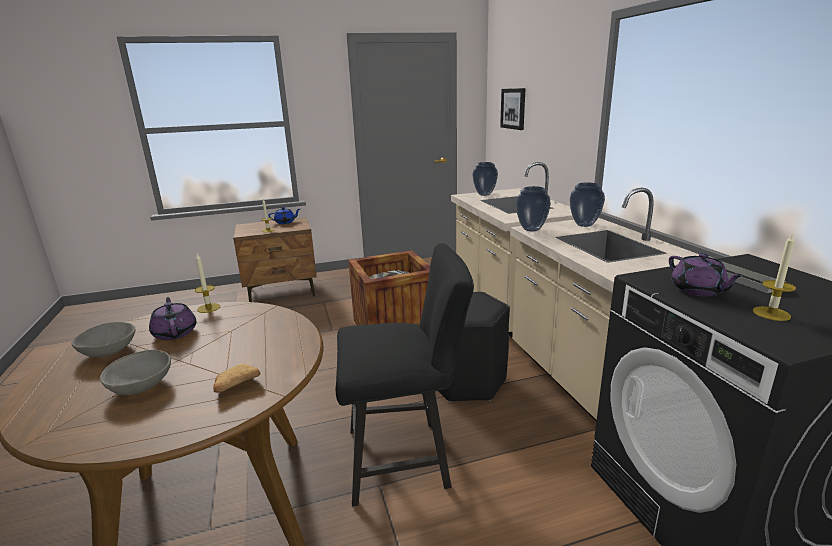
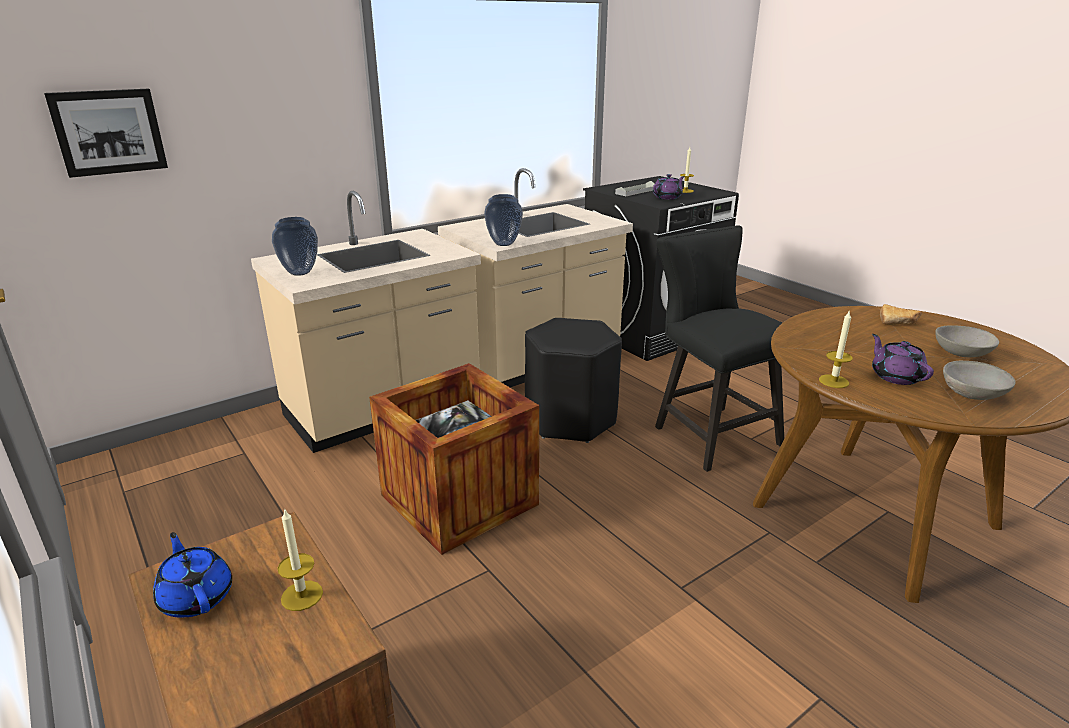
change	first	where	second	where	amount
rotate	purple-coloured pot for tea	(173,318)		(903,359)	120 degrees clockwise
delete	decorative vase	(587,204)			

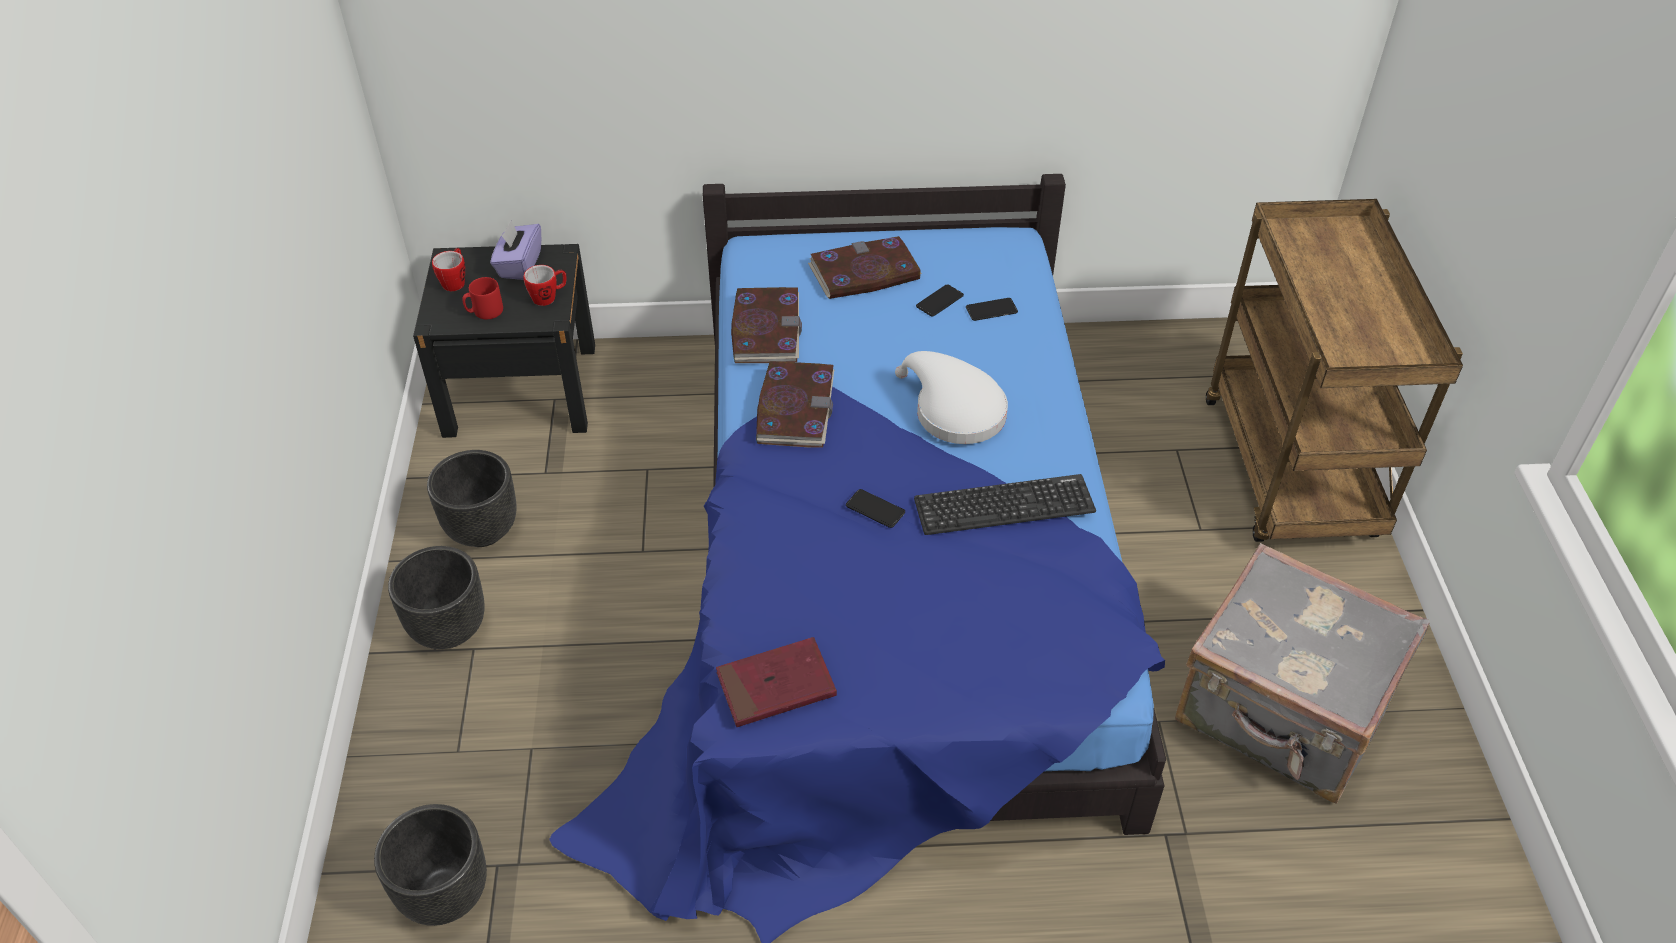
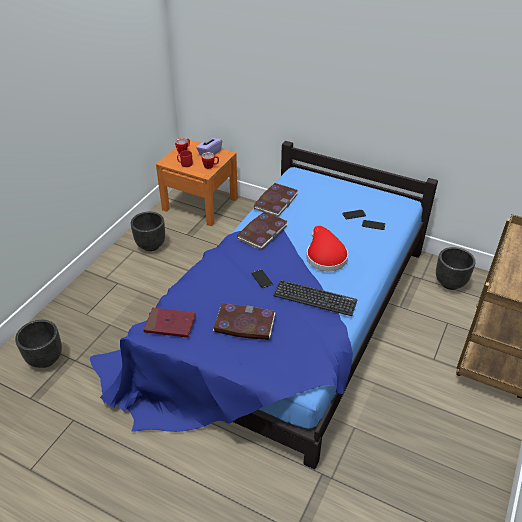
change	first	where	second	where	amount
recolor	blackish night table	(504,341)	orangey night table	(197,183)	
move	book	(865,267)		(244,321)	
recolor	whitish hat	(951,397)	red-coloured hat	(327,248)	
move	blackish plant pot	(436,597)		(456,268)	
delete	grey piece of luggage	(1302,673)			

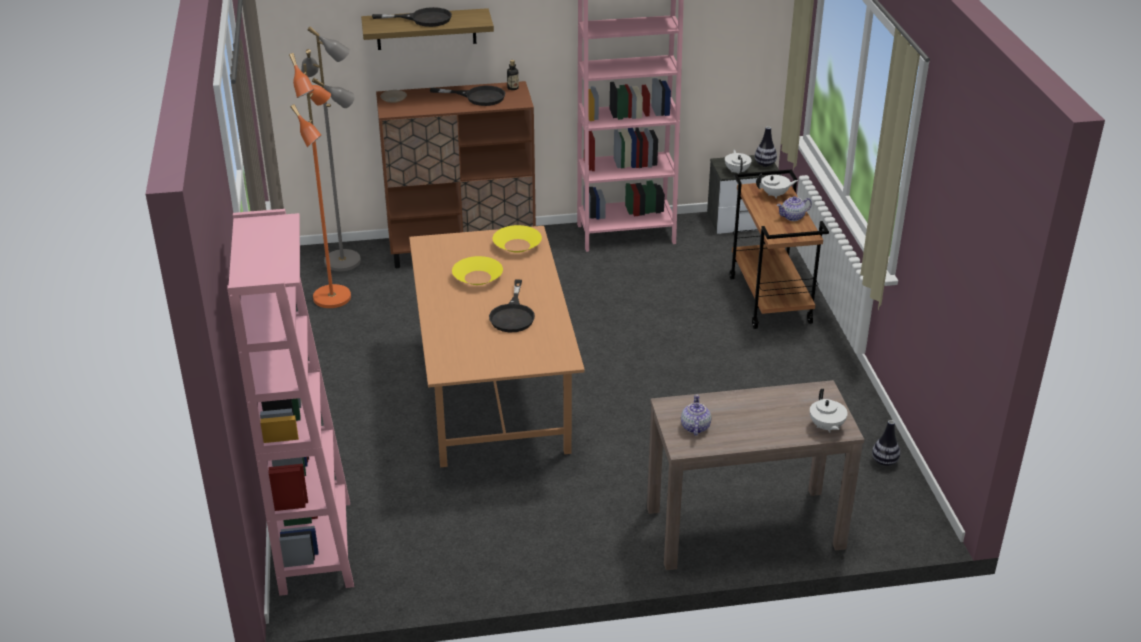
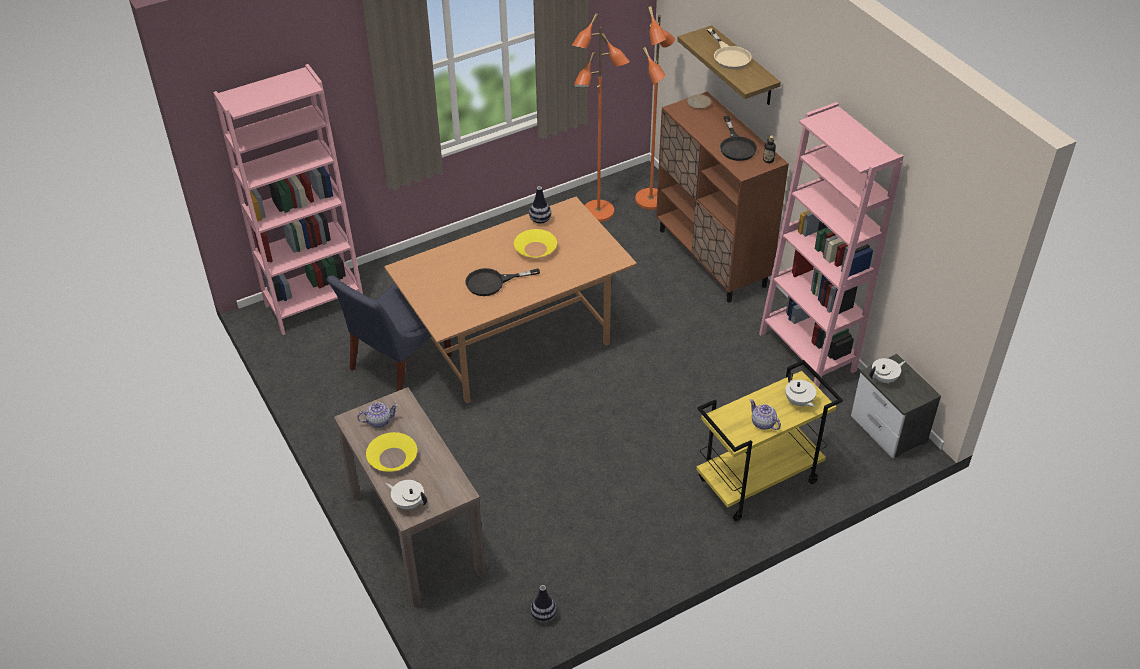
change	first	where	second	where	amount
insert			bluish chair	(389,333)	
move	yellow deep dish	(517,239)		(391,452)	
rotate	whitish pot for tea	(829,411)		(406,495)	60 degrees clockwise
move	decorative vase	(766,146)		(540,205)	
recolor	grey standing lamp	(331,148)	orangey standing lamp	(655,108)	
recolor	brown cart	(779,249)	yellow cart	(769,440)	
recolor	blackish pan	(412,17)	beige pan	(729,48)	

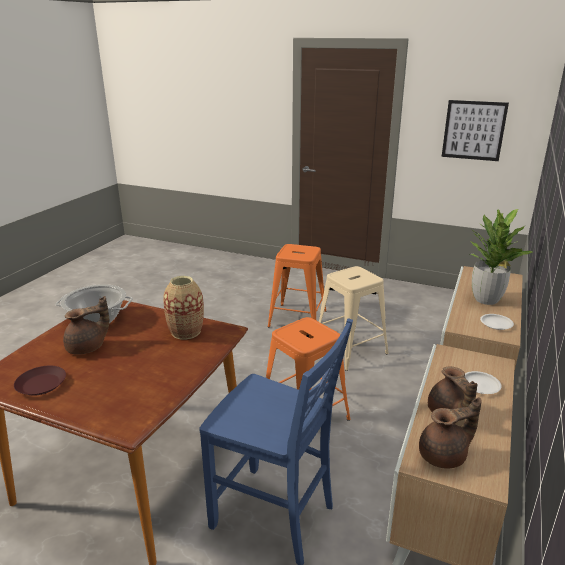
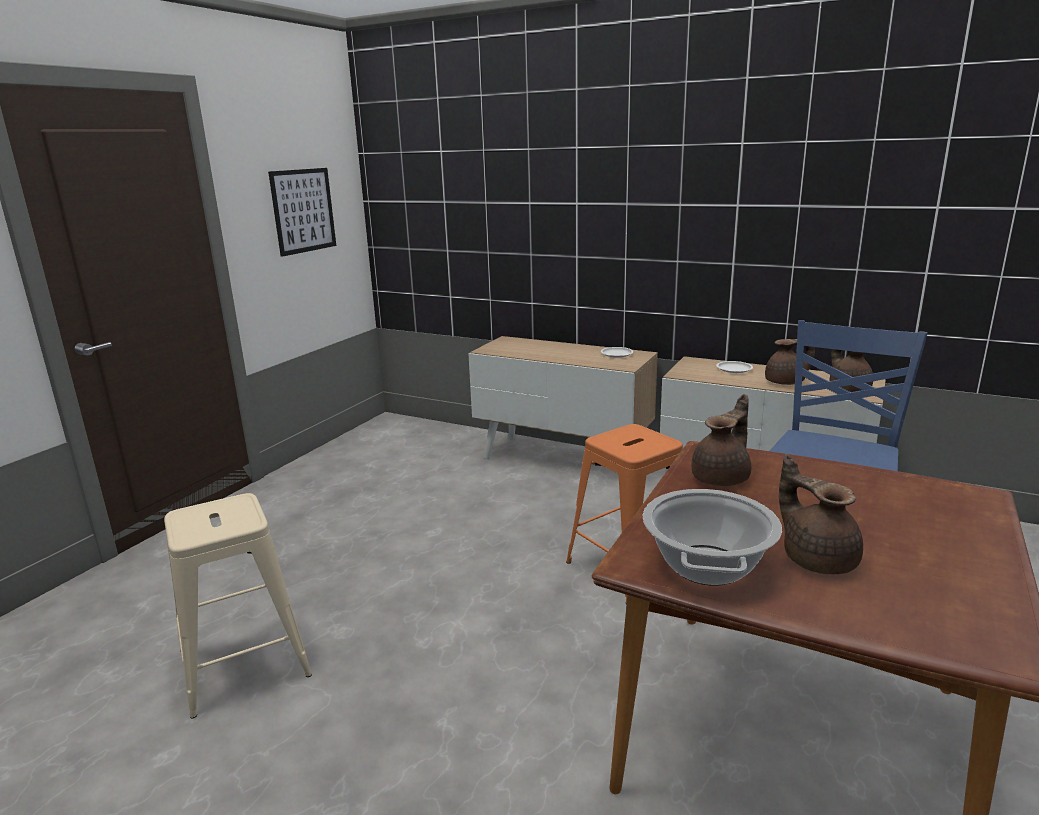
change	first	where	second	where	amount
move	beige stool seat	(353,318)		(238,605)	
replace	decorative vase	(183,308)	brown pot for tea	(721,440)	
delete	brown dinner plate	(40,381)			
delete	orangey stool seat	(297,285)			
delete	houseplant	(501,257)			

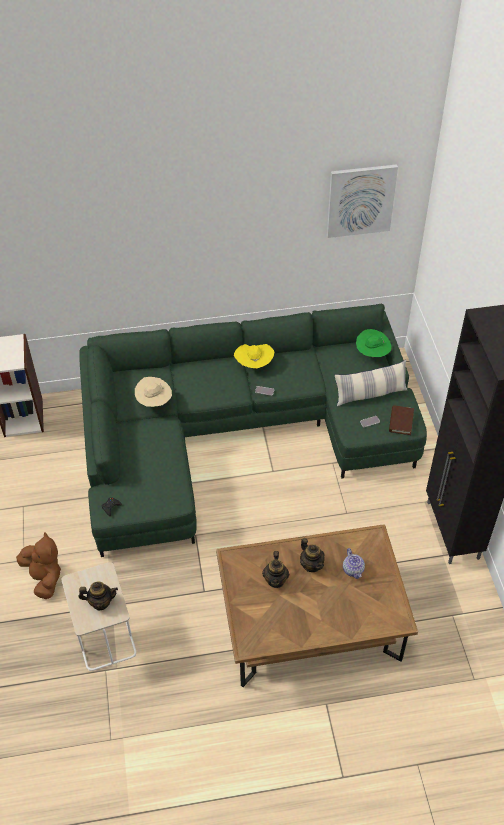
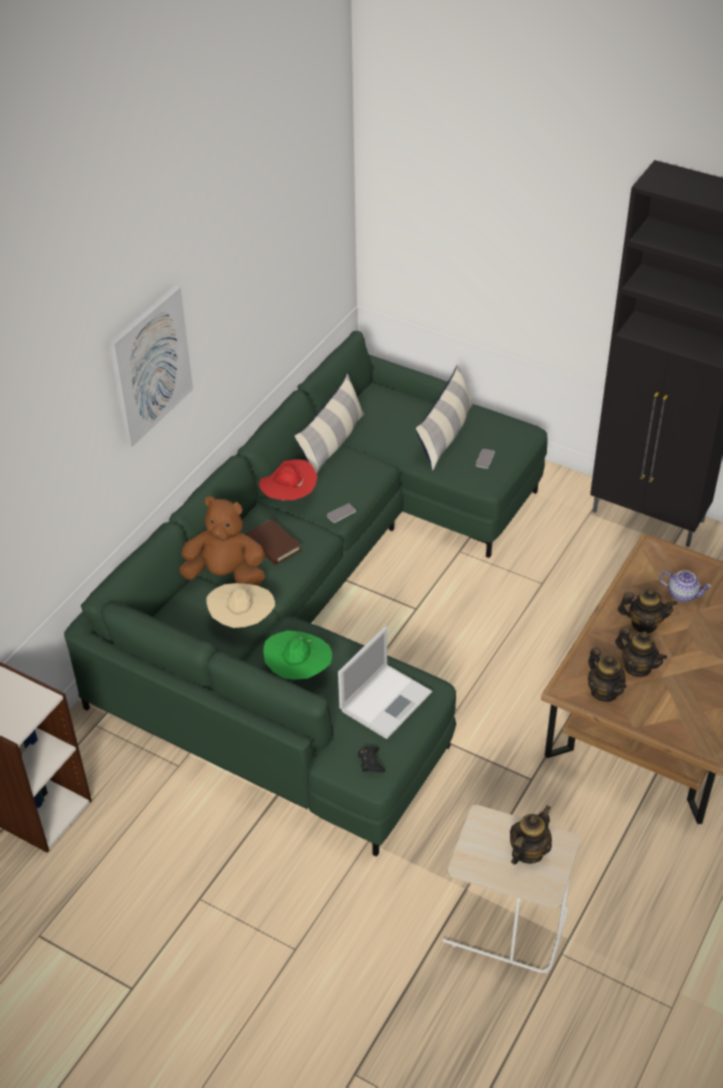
change	first	where	second	where	amount
move	picture	(362,201)		(150,366)	
move	brown cuddly toy	(38,565)		(222,541)	
move	brown book	(401,420)		(273,542)	
recolor	yellow hat	(254,356)	red-coloured hat	(288,480)	
move	green-coloured hat	(373,343)		(298,655)	
insert			throw pillow	(329,423)	
insert			laptop	(385,682)	
insert			pot for tea	(607,674)	

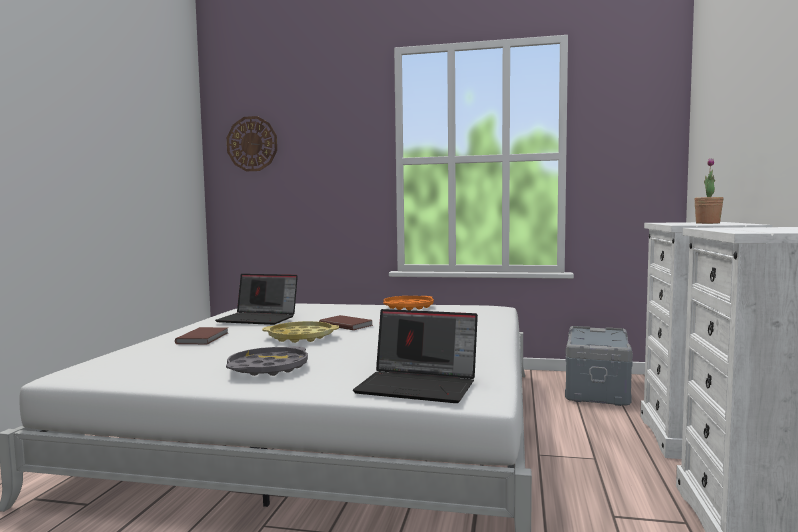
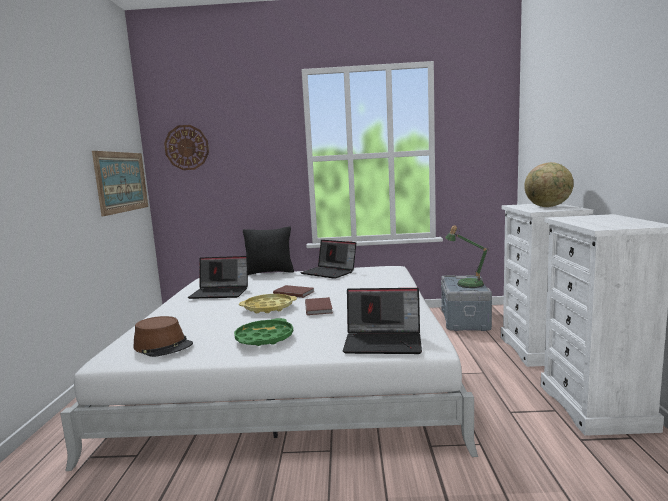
change	first	where	second	where	amount
insert			picture	(120,183)	
insert			brown hat	(163,336)	
recolor	grey serving tray	(267,361)	green-coloured serving tray	(263,332)	
insert			blackish throw pillow	(268,250)	
replace	orangey serving tray	(408,303)	laptop	(328,259)	
move	brown book	(201,335)		(319,306)	
insert			table lamp	(466,256)	
replace	houseplant	(708,191)	desk globe	(549,184)	

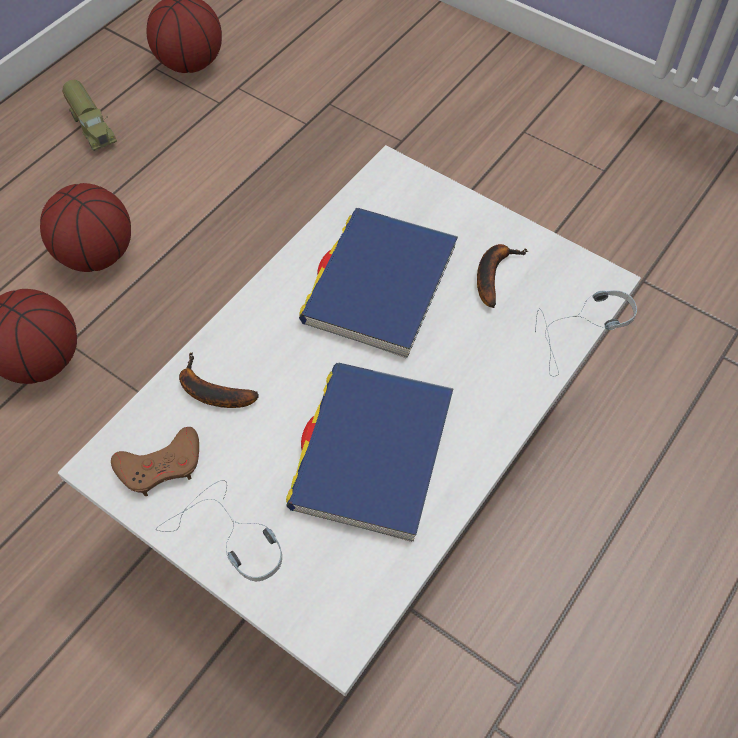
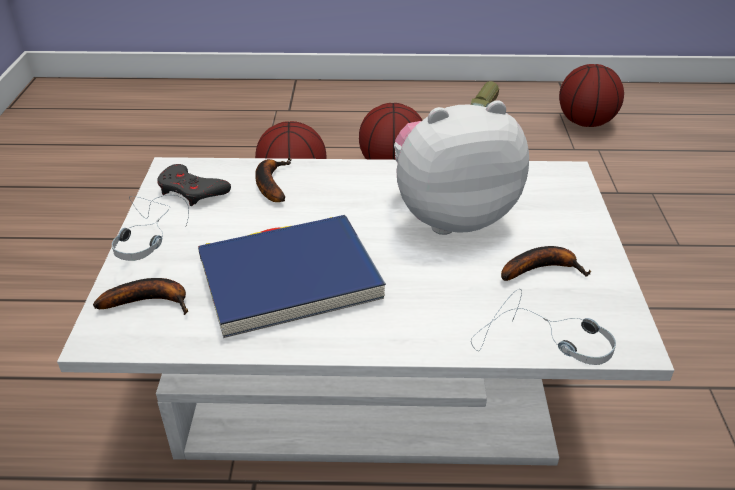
change	first	where	second	where	amount
insert			banana	(140,296)	
recolor	brown joypad	(155,461)	grey joypad	(194,185)	
replace	bluish book	(378,283)	cuddly toy	(461,167)	

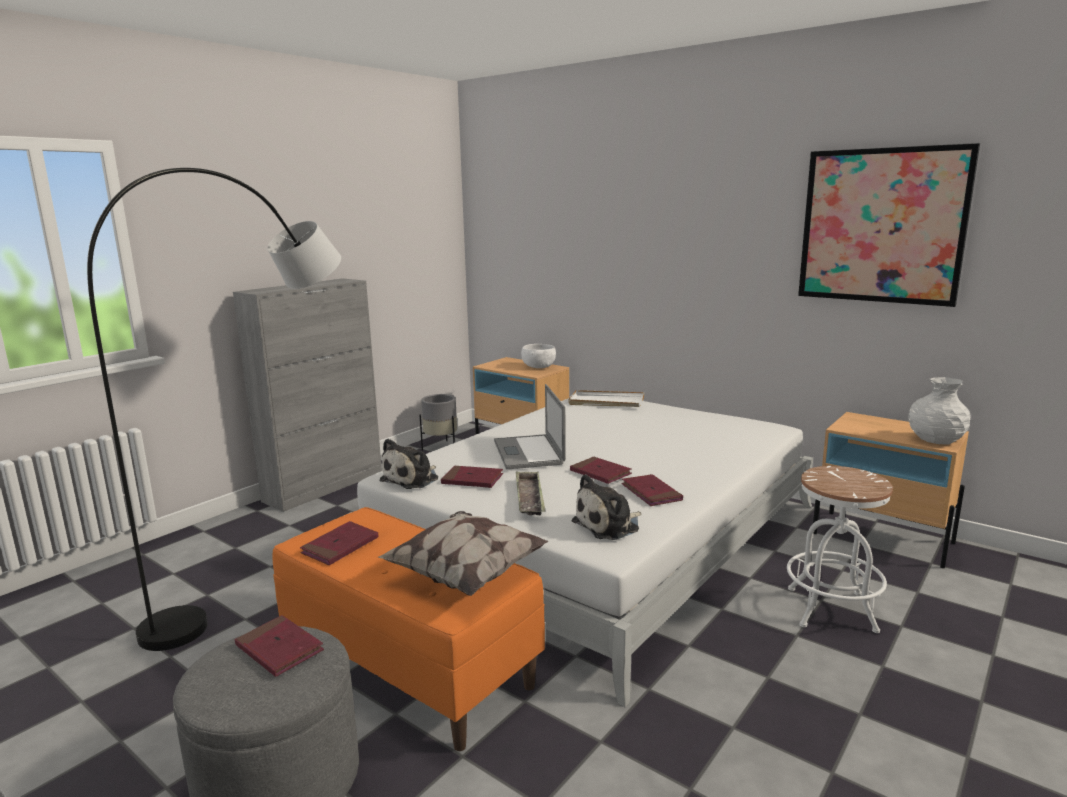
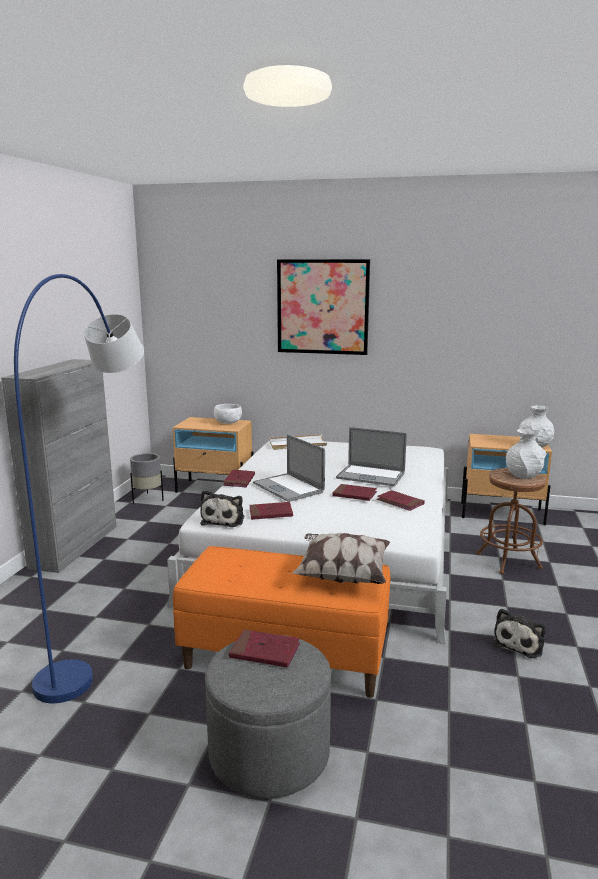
change	first	where	second	where	amount
recolor	grey standing lamp	(214,409)	bluish standing lamp	(79,488)	
move	red-coloured book	(339,543)		(239,478)	
move	picture	(889,225)		(323,307)	
insert			laptop	(371,456)	
recolor	whitish stool seat	(840,549)	brown stool seat	(511,521)	
move	cuddly toy	(606,507)		(519,633)	
insert			whitish decorative vase	(526,454)	
delete	serving tray	(530,493)			

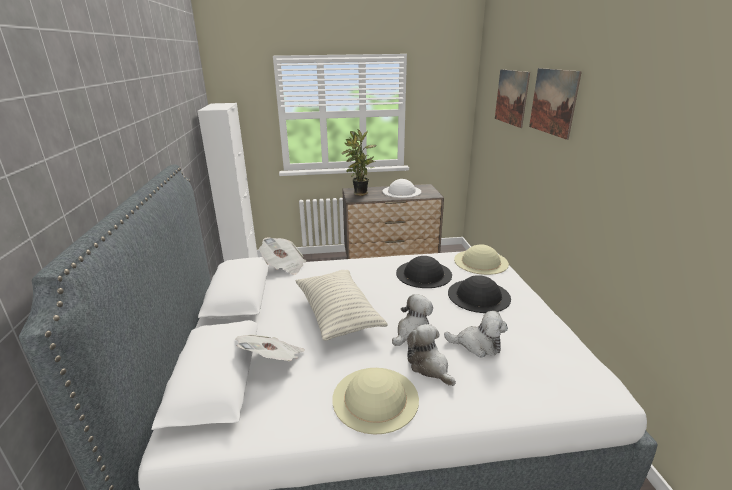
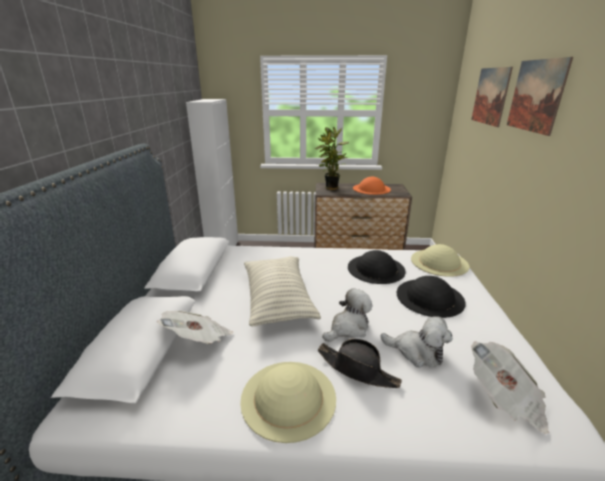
change	first	where	second	where	amount
replace	cuddly toy	(431,355)	blackish hat	(360,363)	
recolor	whitish hat	(402,188)	orangey hat	(372,186)	
move	printed paper	(282,256)		(510,387)	

